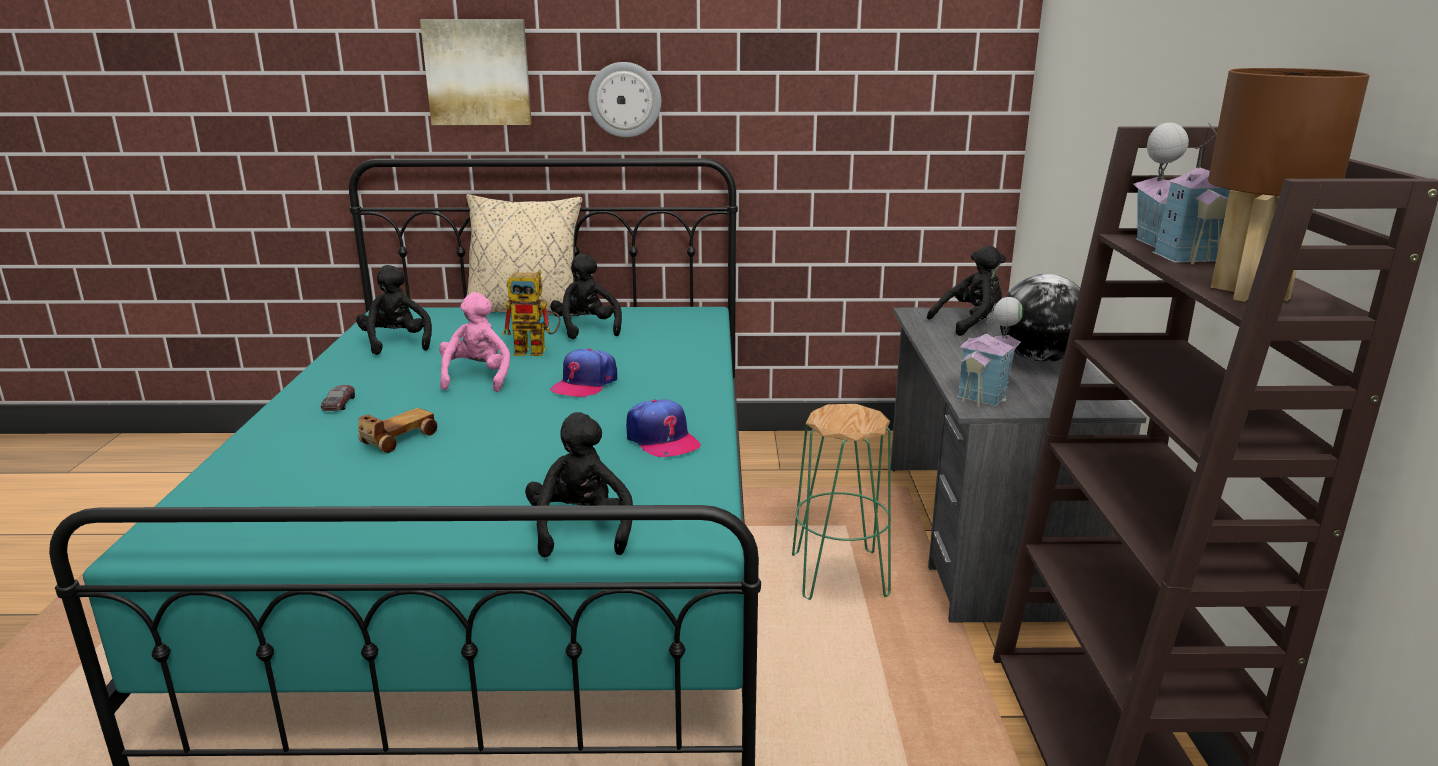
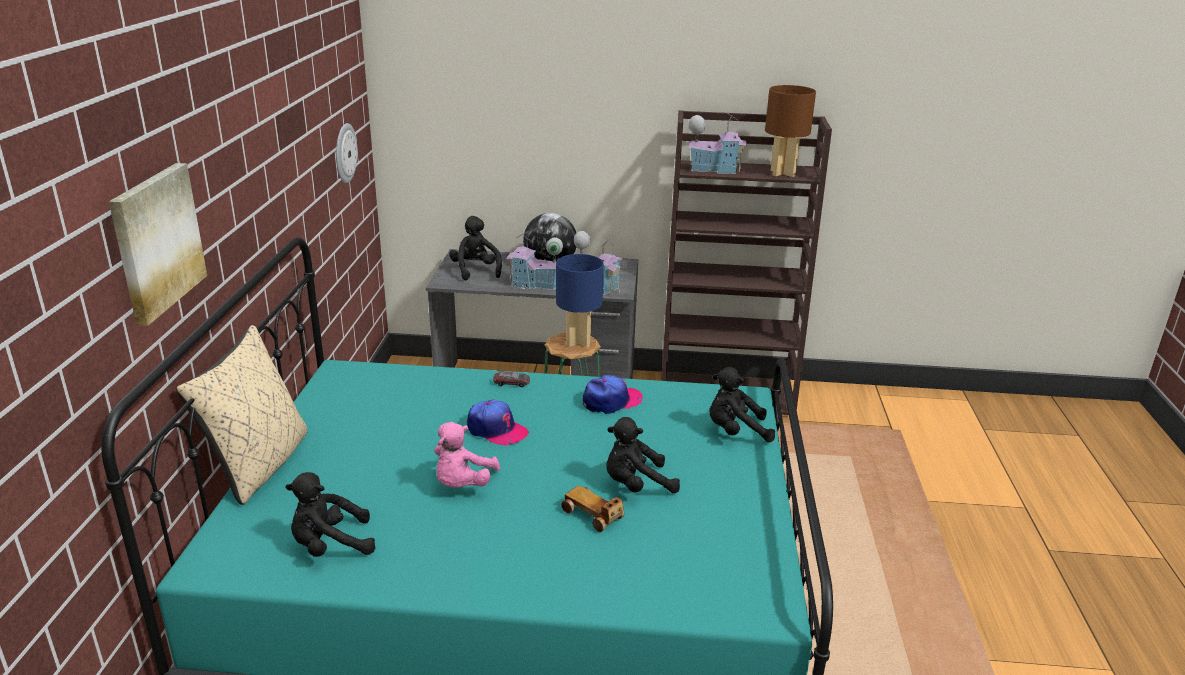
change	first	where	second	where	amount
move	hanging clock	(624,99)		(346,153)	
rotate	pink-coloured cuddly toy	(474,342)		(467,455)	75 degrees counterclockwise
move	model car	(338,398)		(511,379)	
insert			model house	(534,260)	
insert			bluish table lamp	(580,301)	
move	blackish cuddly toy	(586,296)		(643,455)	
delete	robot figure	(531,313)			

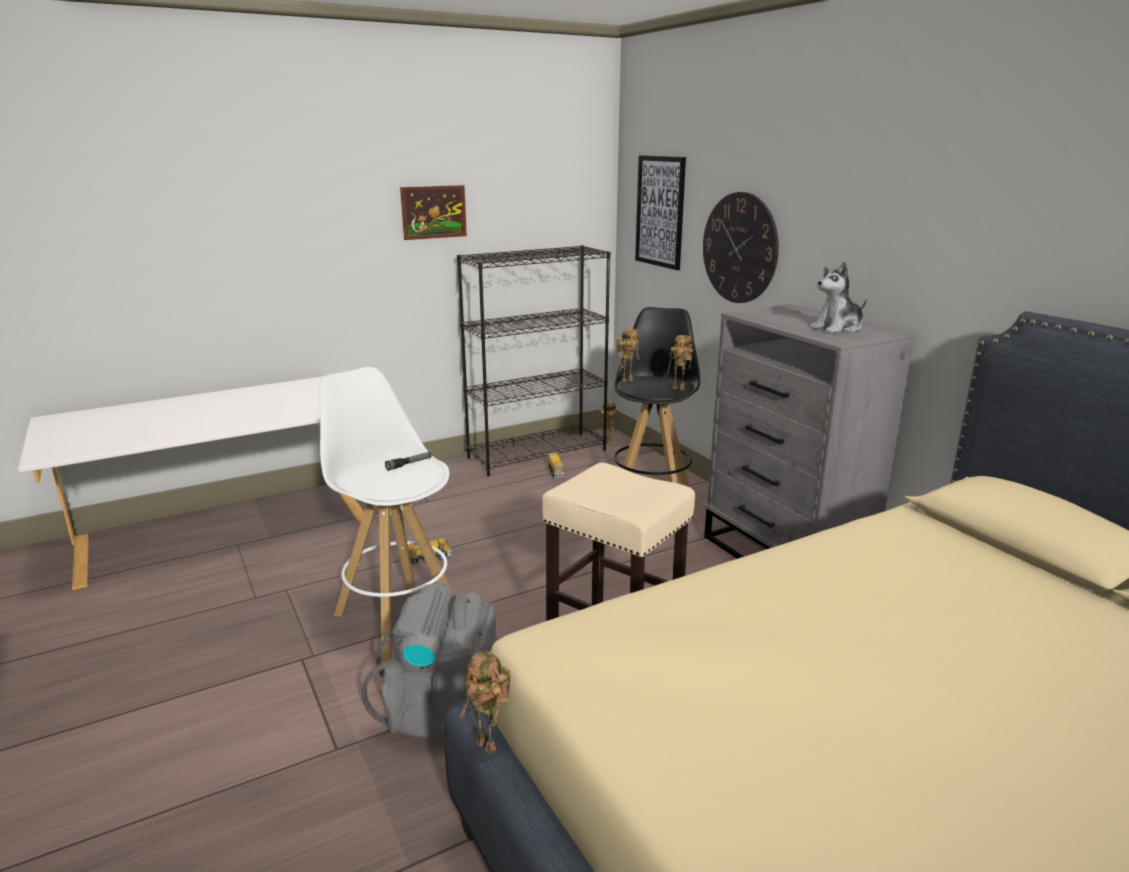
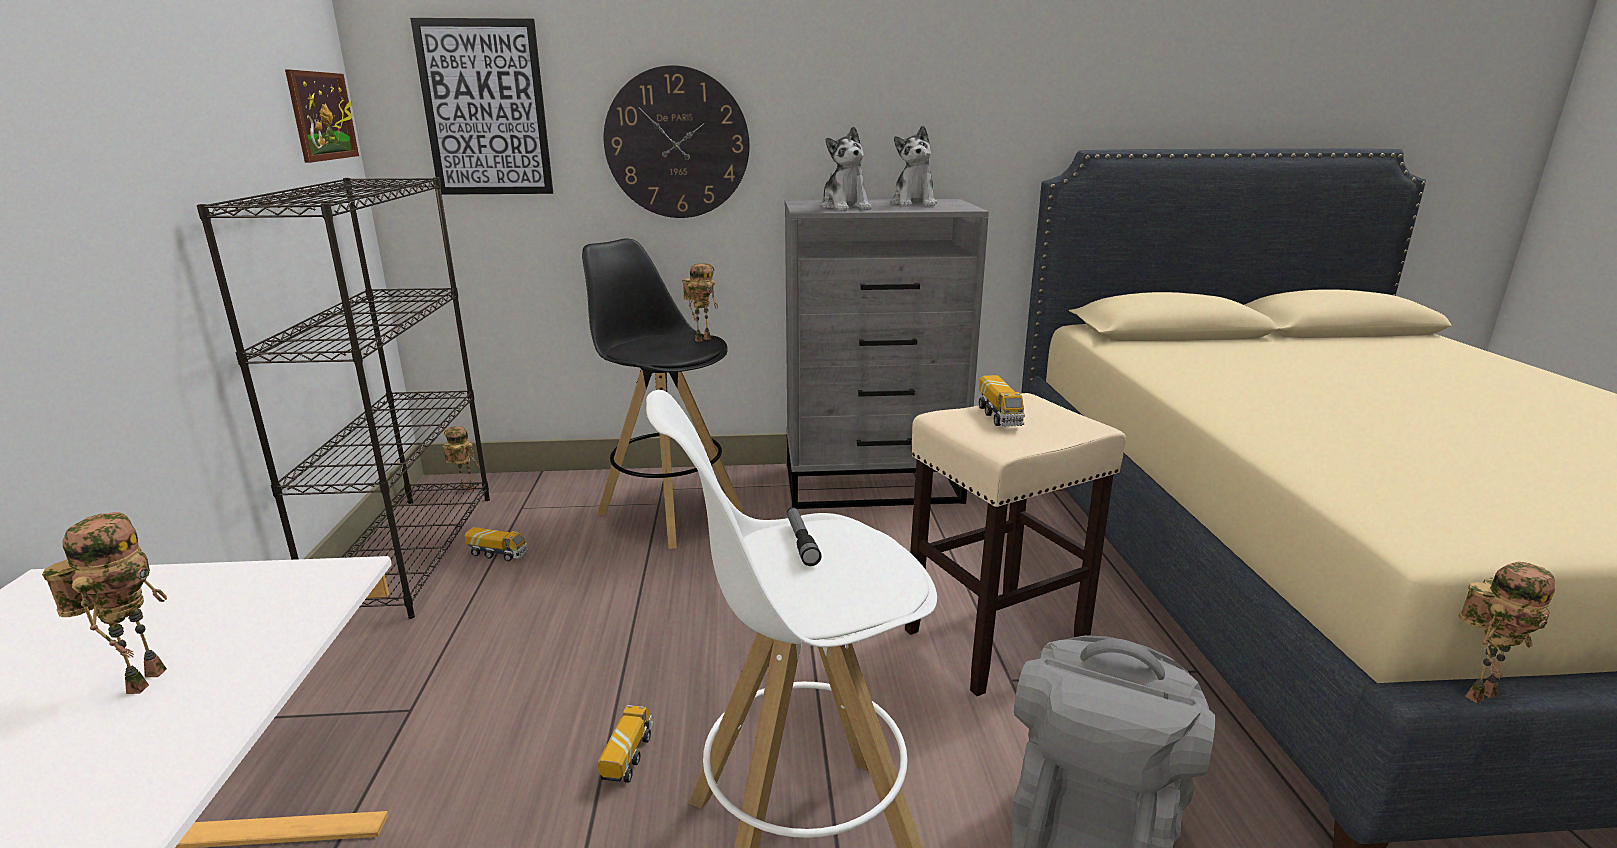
change	first	where	second	where	amount
move	robot figure	(628,355)		(104,603)	
move	picture	(433,212)		(322,116)	
insert			cuddly toy	(846,168)	
insert			toy truck	(1002,401)	

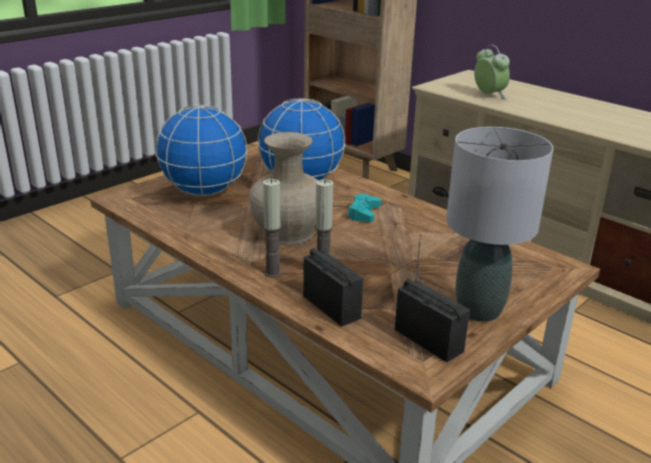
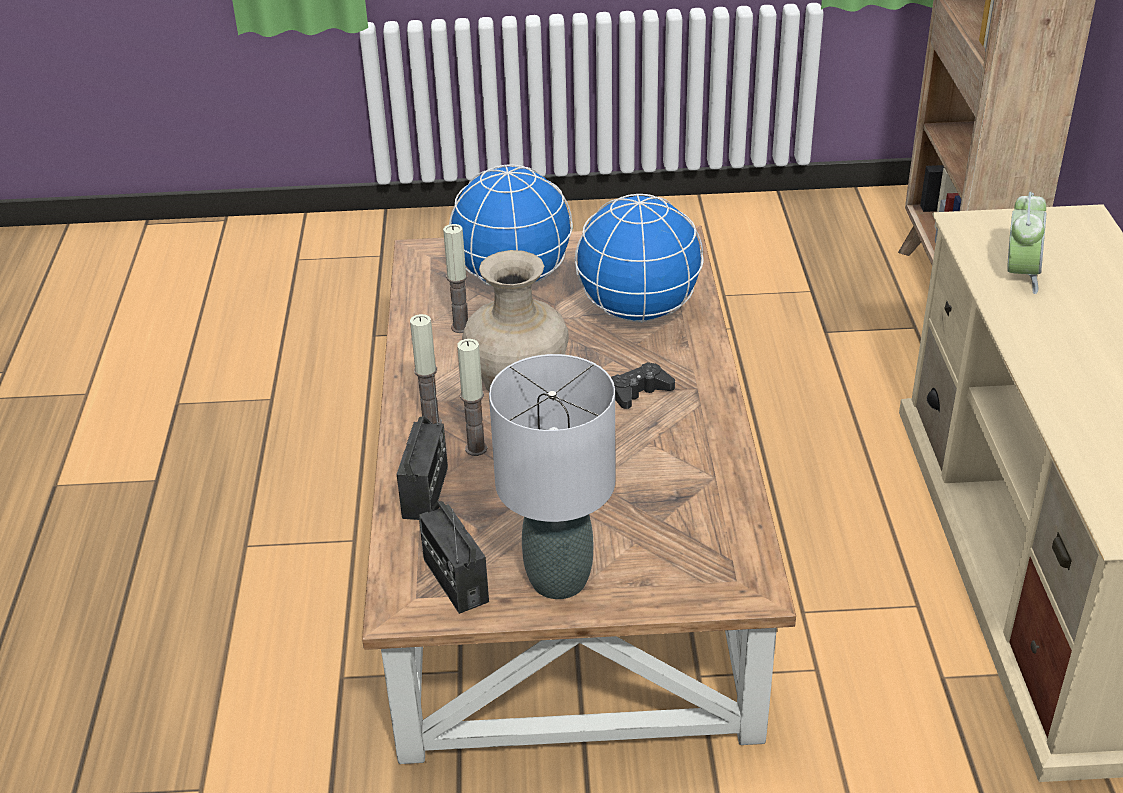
change	first	where	second	where	amount
rotate	radio set	(432,298)		(454,557)	150 degrees clockwise
insert			wax light	(455,278)	
recolor	turquoise-coloured joypad	(364,208)	blackish joypad	(643,385)	

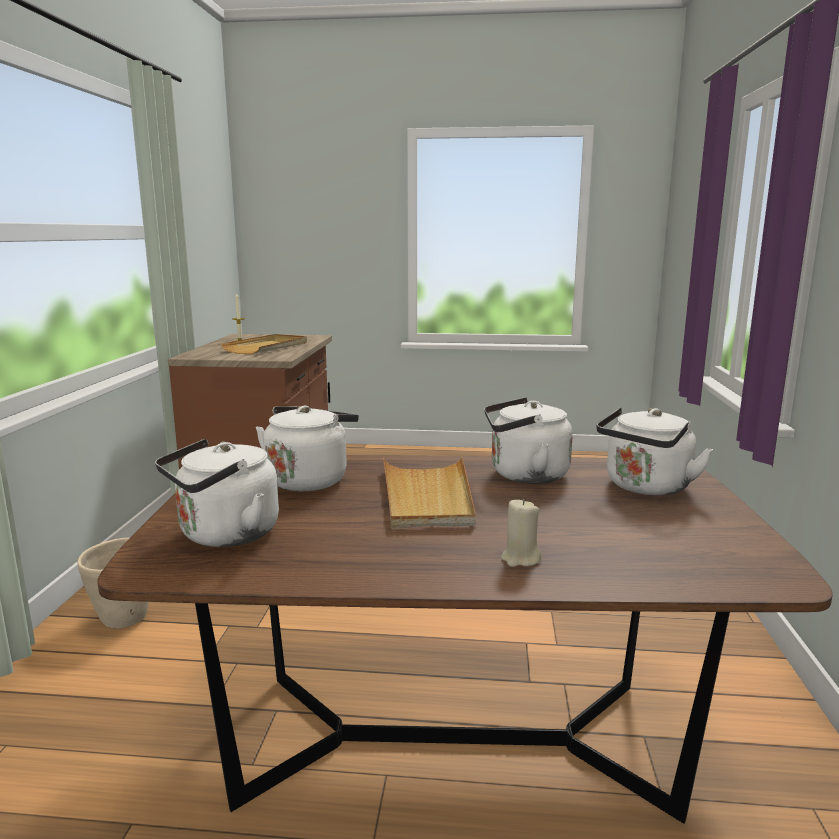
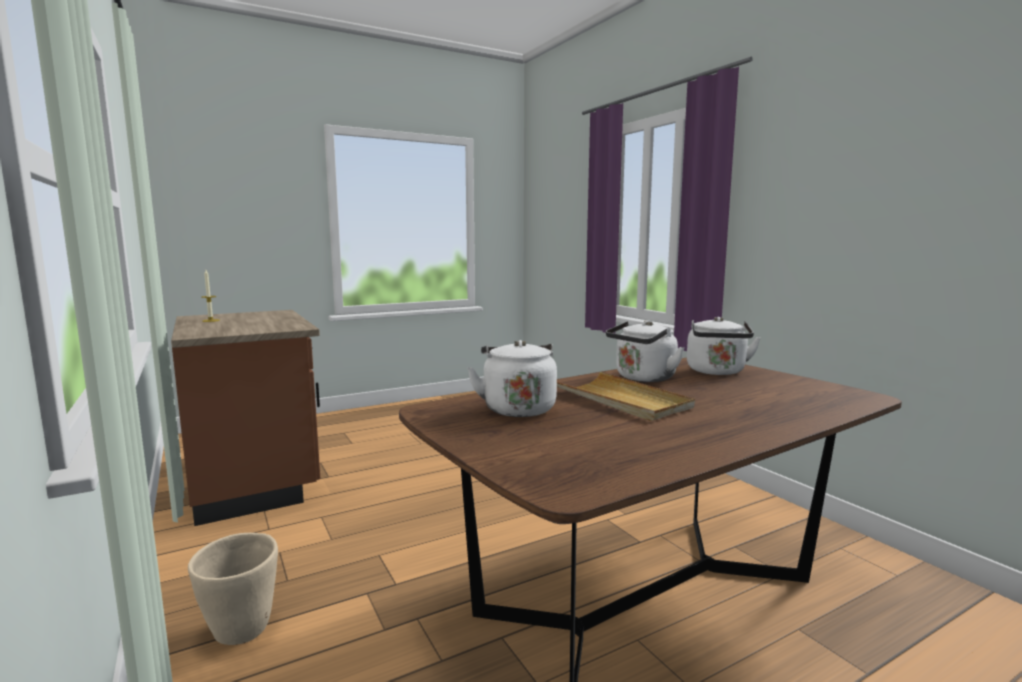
change	first	where	second	where	amount
delete	whitish water kettle	(217,493)			
delete	beige serving tray	(263,344)			
delete	beige wax light	(521,533)			

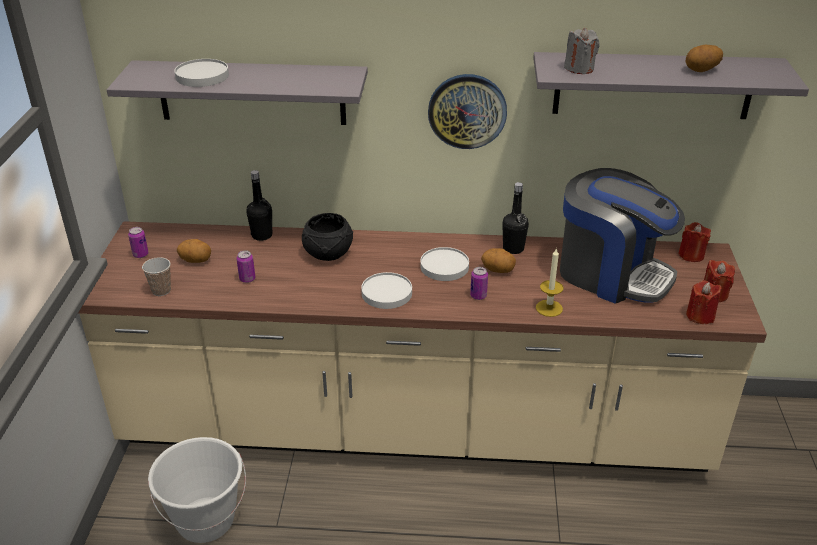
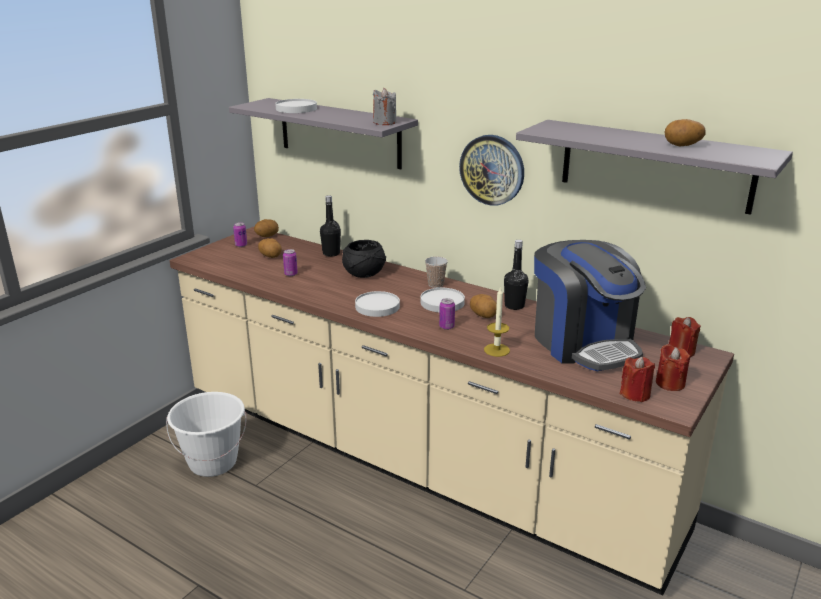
change	first	where	second	where	amount
insert			spud	(266,228)	
move	grey wax light	(581,51)		(384,106)	
move	drinking cup	(156,276)		(436,272)	

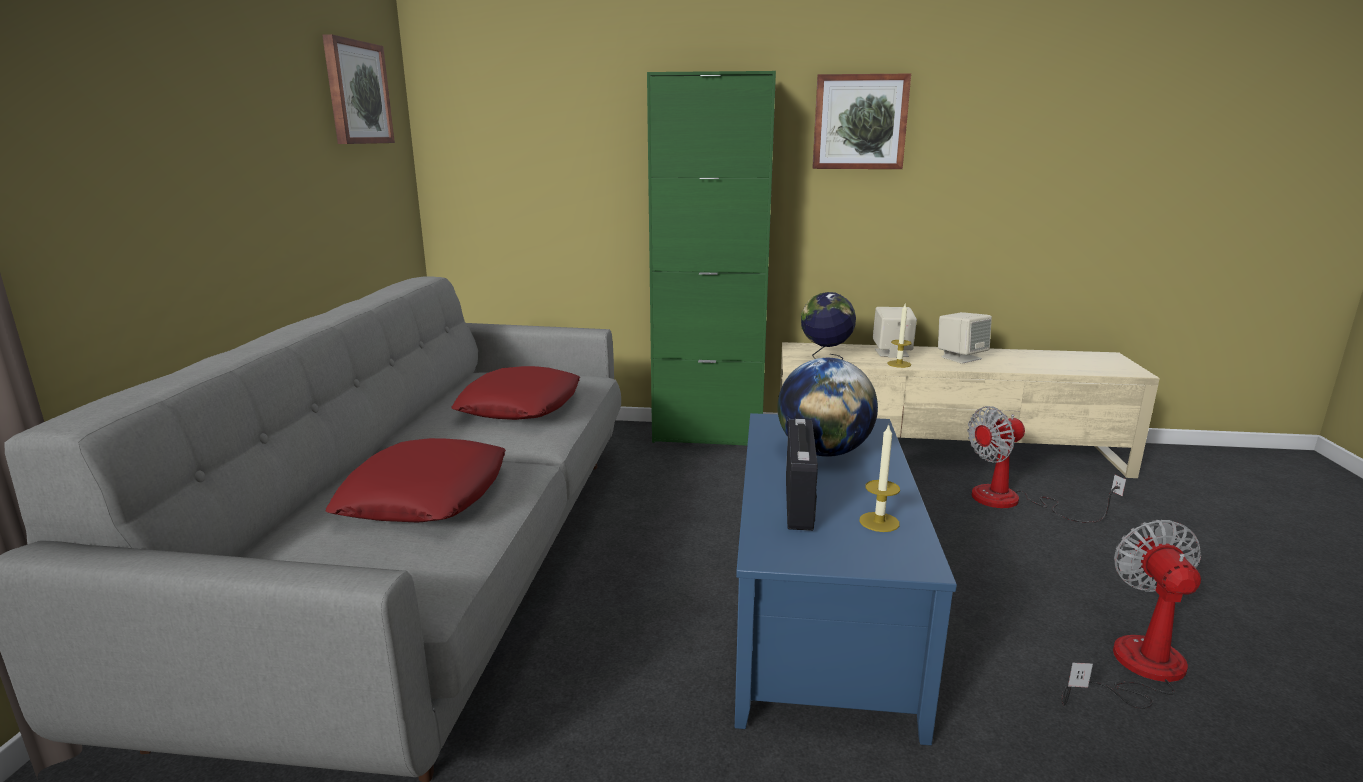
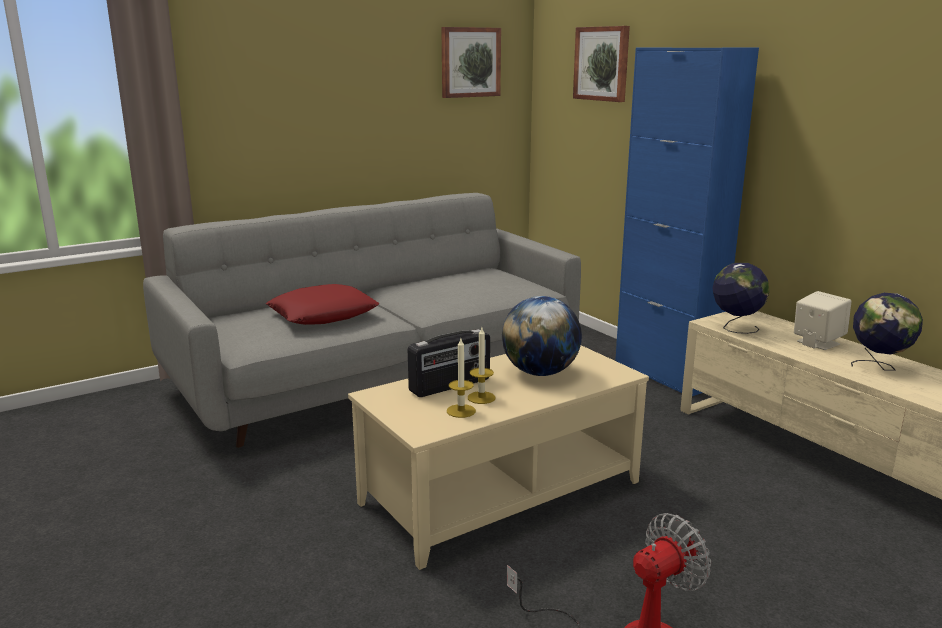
change	first	where	second	where	amount
recolor	bluish low table	(846,579)	beige low table	(498,457)	
move	wax light	(899,336)		(481,366)	
move	picture	(861,121)		(601,64)	
recolor	green-coloured cupboard	(711,258)	bluish cupboard	(687,222)	
replace	beige loudspeaker	(965,338)	desk globe	(887,331)	
delete	red-coloured throw pillow	(515,393)			
delete	electric fan	(1046,464)			

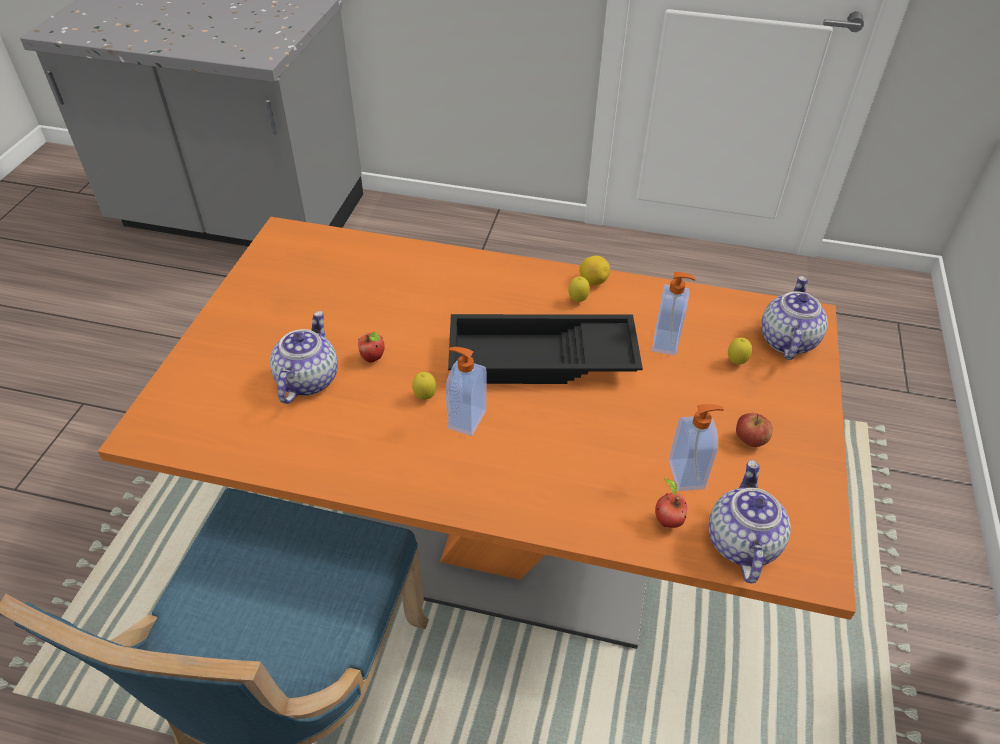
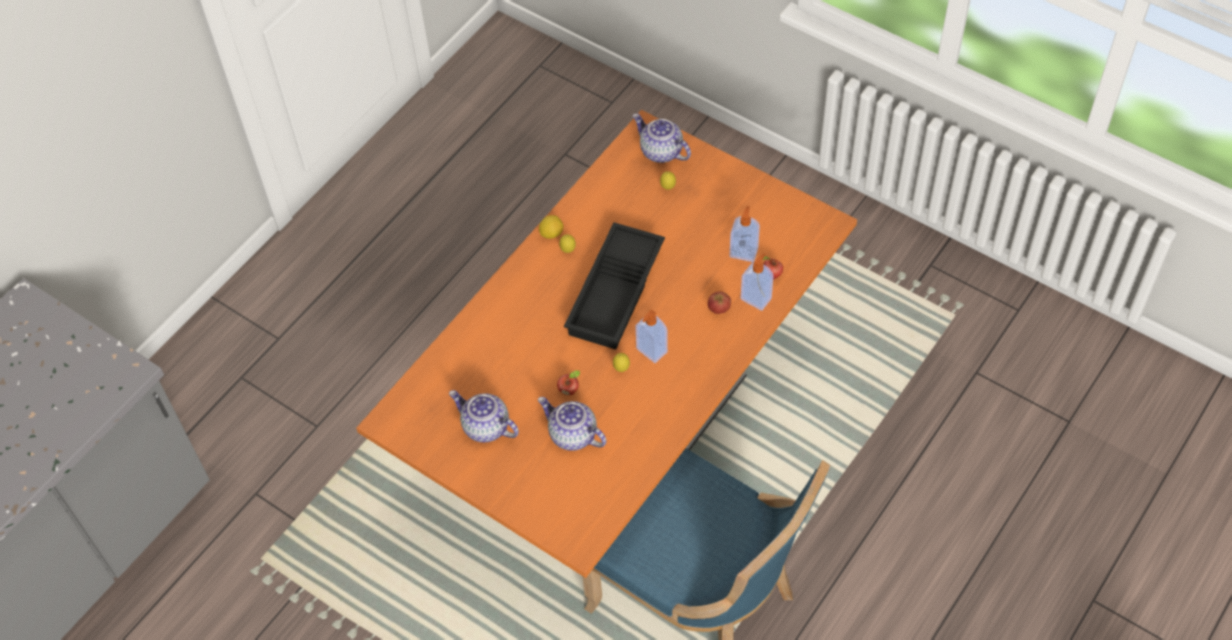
change	first	where	second	where	amount
move	pot for tea	(749,521)		(484,416)	
move	whole apple	(754,430)		(719,303)	
move	soap bottle	(674,313)		(757,282)	

